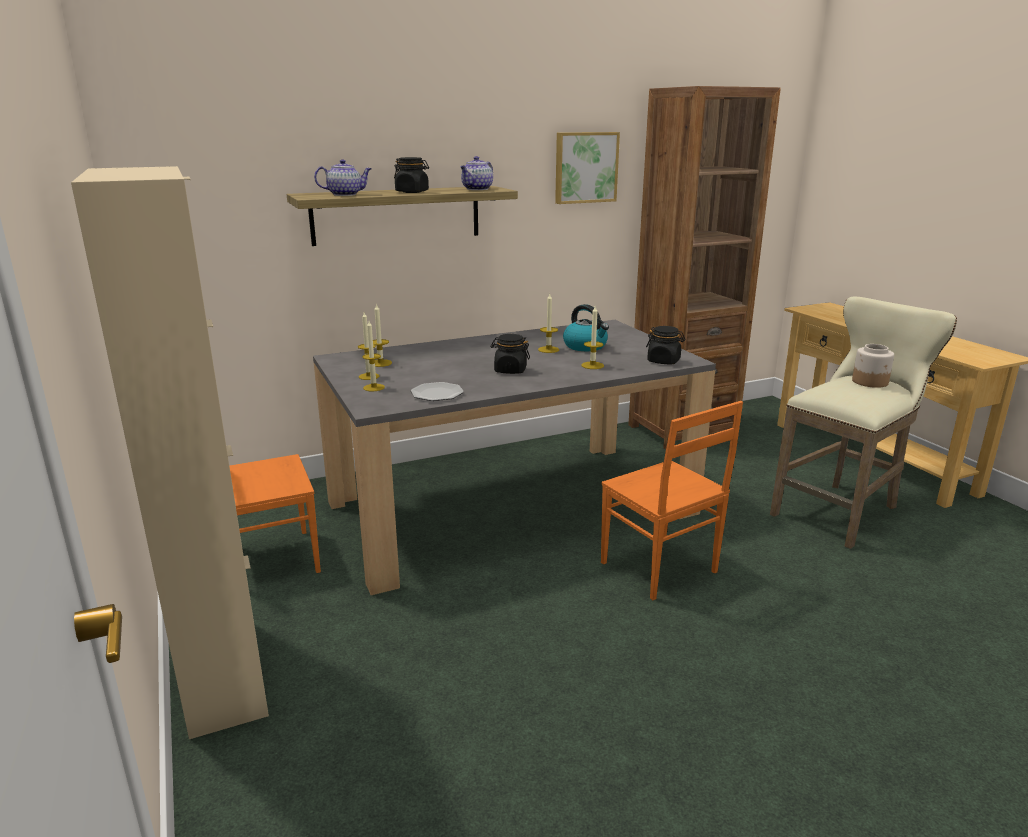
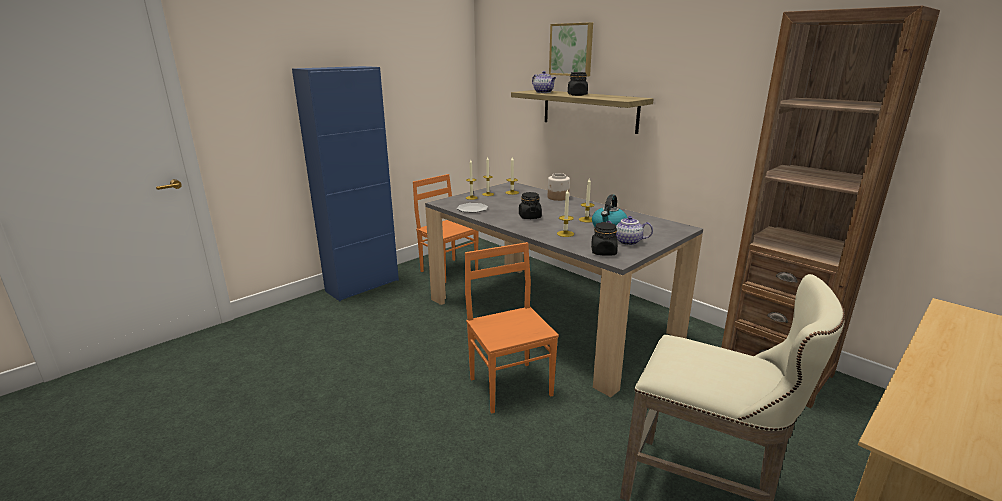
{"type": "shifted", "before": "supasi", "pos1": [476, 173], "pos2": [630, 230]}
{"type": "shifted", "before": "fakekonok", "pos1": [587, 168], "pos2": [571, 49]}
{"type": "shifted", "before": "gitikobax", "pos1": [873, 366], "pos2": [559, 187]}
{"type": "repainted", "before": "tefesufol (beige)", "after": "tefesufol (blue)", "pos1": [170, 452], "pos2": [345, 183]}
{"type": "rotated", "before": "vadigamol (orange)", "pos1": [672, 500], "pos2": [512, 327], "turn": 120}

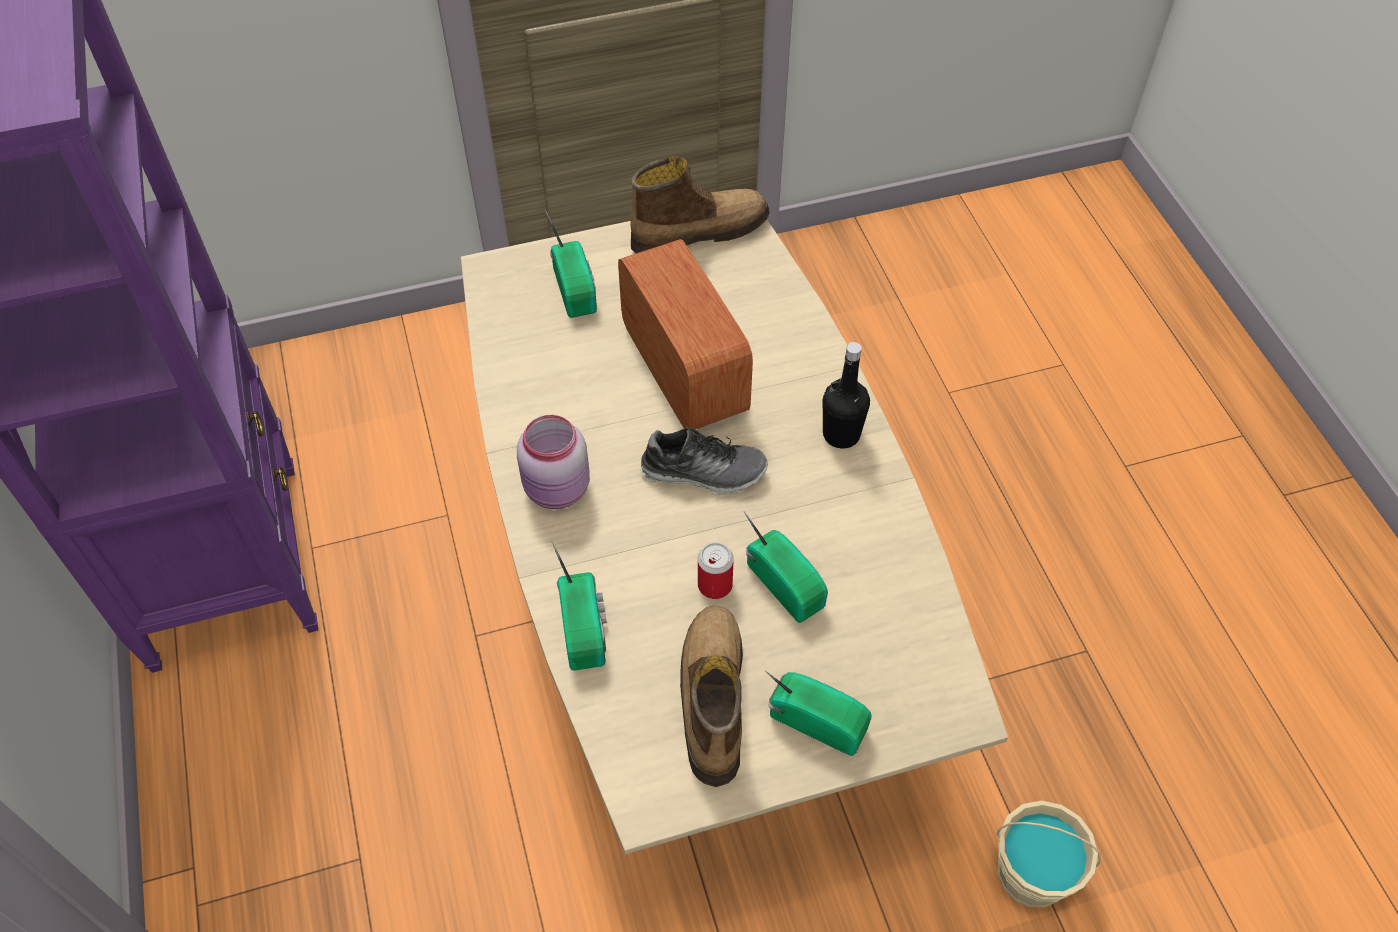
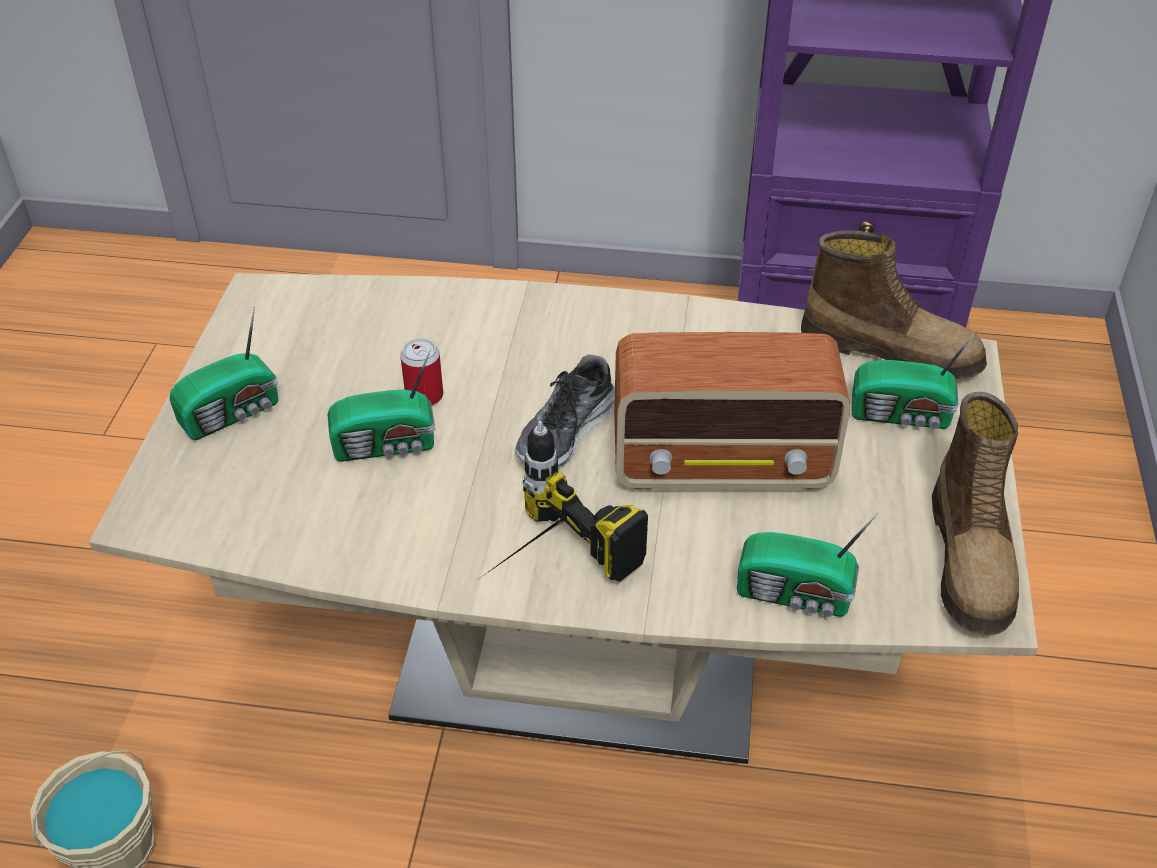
{"type": "gone", "before": "gitikobax (pink)", "pos1": [553, 462]}
{"type": "shifted", "before": "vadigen", "pos1": [579, 606], "pos2": [807, 565]}
{"type": "shifted", "before": "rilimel", "pos1": [711, 696], "pos2": [894, 304]}
{"type": "swapped", "before": "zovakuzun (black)", "after": "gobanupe", "pos1": [846, 395], "pos2": [565, 501]}

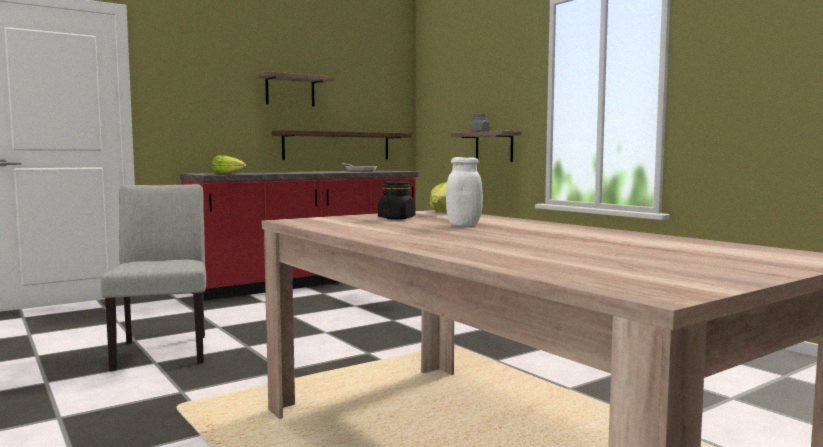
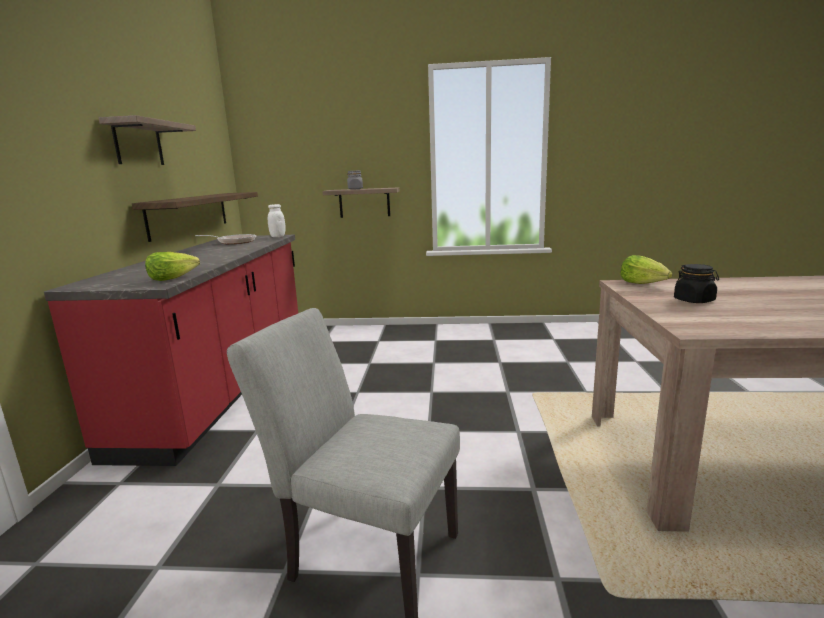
{"type": "shifted", "before": "gitikobax (white)", "pos1": [464, 191], "pos2": [277, 220]}

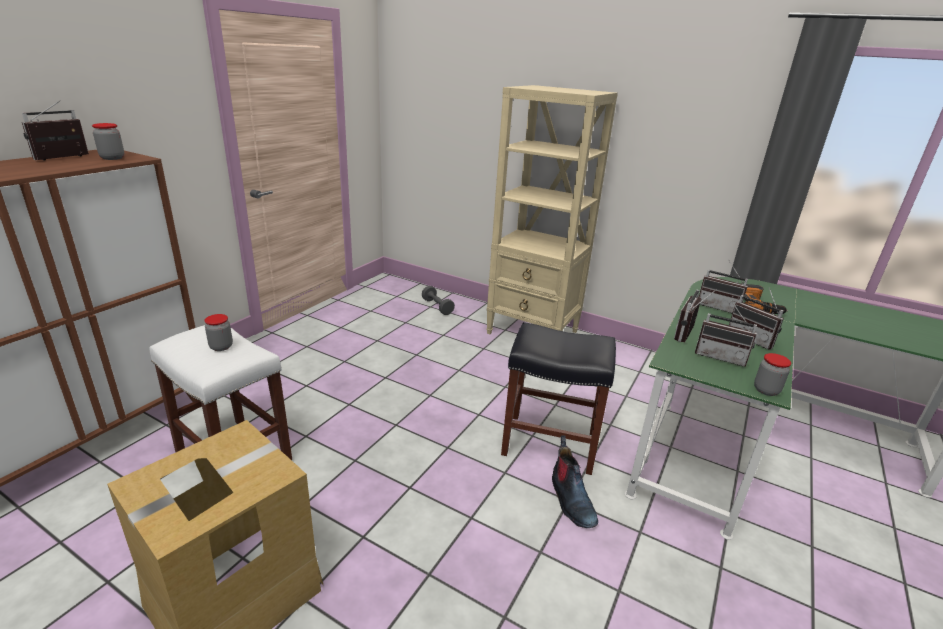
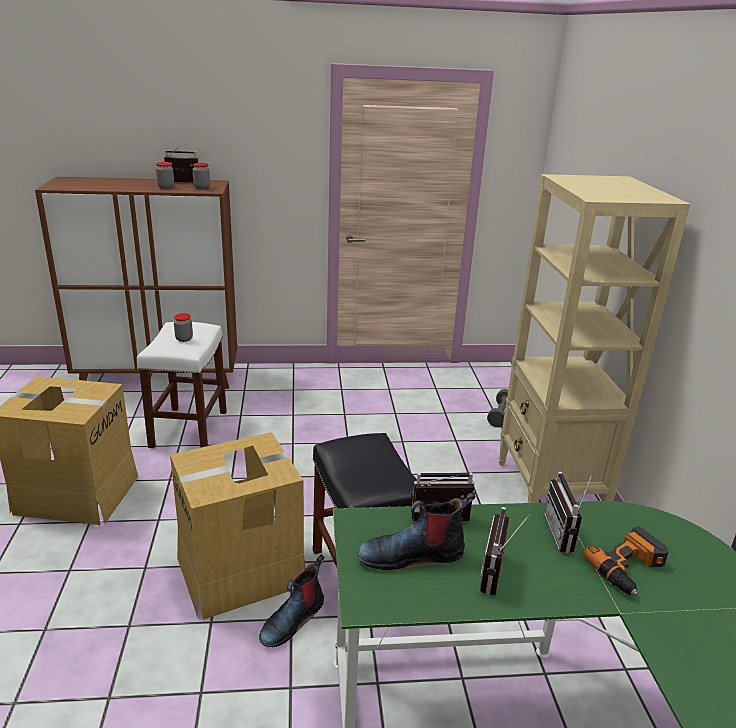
{"type": "new", "after": "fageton", "pos2": [238, 525]}
{"type": "shifted", "before": "gitikobax", "pos1": [772, 374], "pos2": [165, 175]}
{"type": "swapped", "before": "vadigen", "after": "rilimel", "pos1": [726, 333], "pos2": [416, 531]}

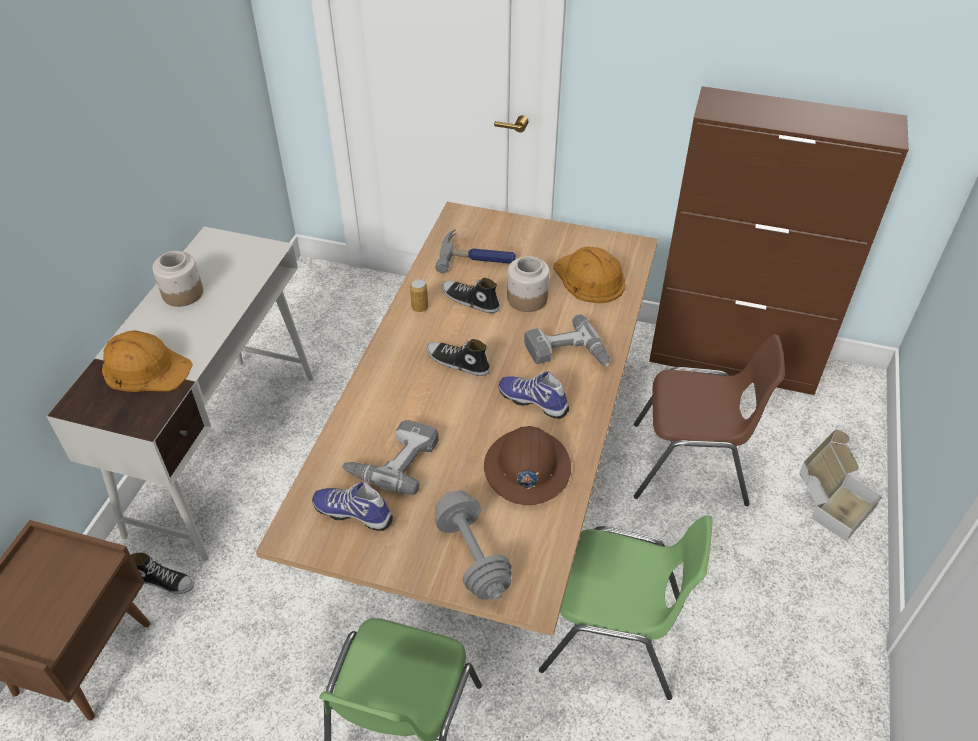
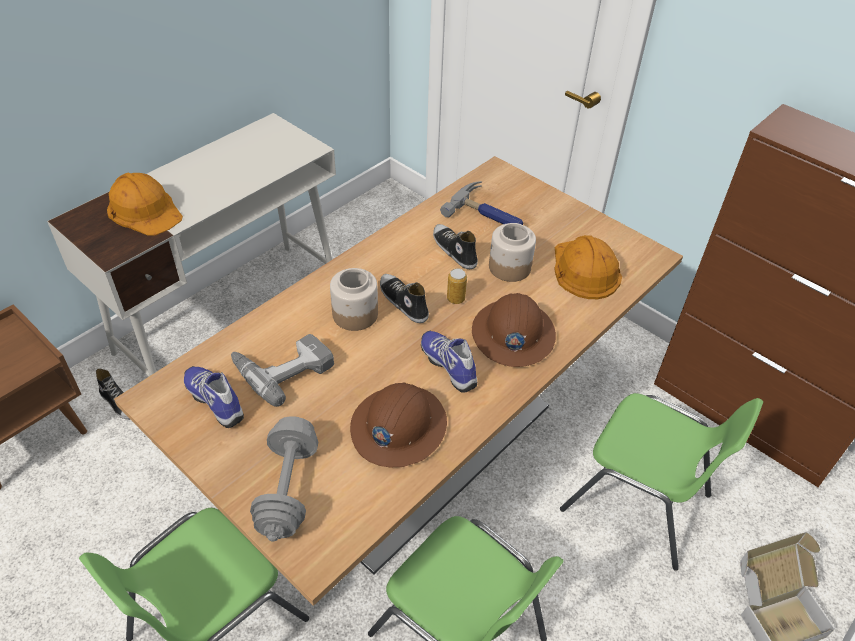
{"type": "shifted", "before": "gitikobax", "pos1": [177, 279], "pos2": [354, 299]}
{"type": "shifted", "before": "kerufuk", "pos1": [419, 295], "pos2": [457, 286]}
{"type": "swapped", "before": "gobanupe", "after": "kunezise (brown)", "pos1": [567, 340], "pos2": [514, 330]}
{"type": "repainted", "before": "vadigamol (brown)", "after": "vadigamol (green)", "pos1": [709, 420], "pos2": [661, 482]}

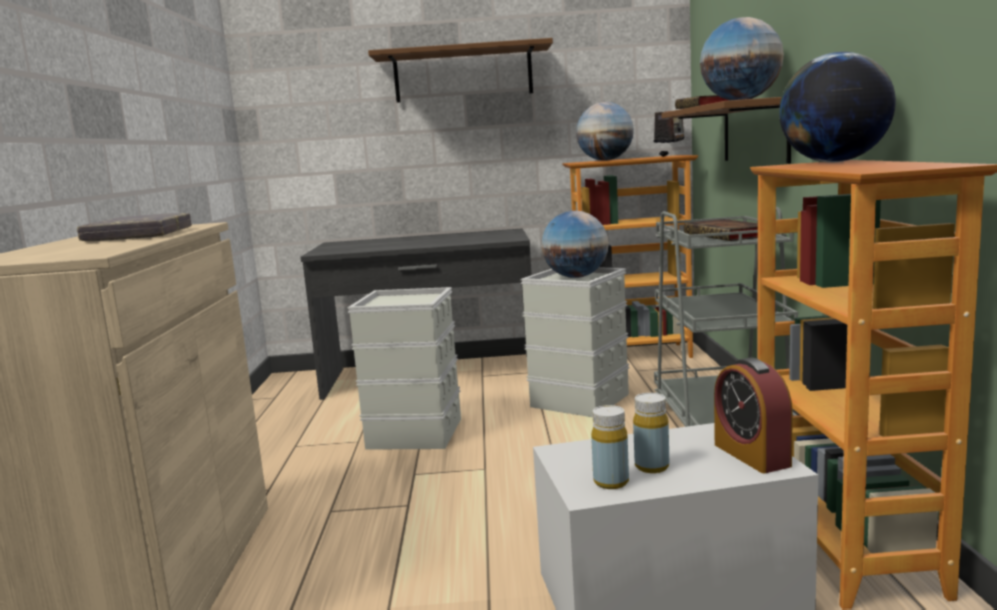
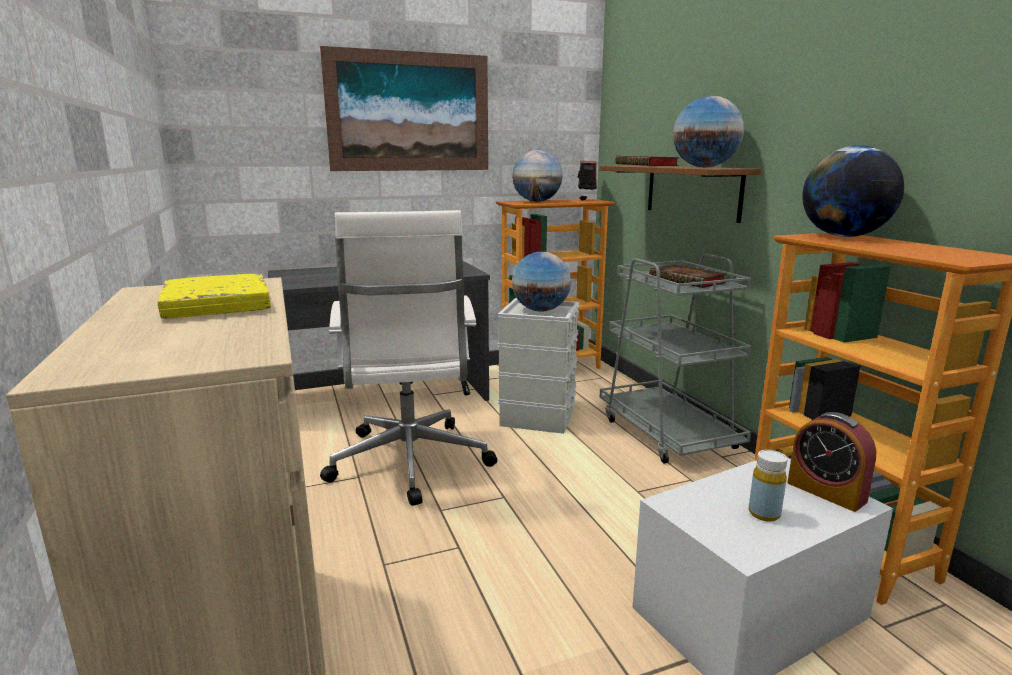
{"type": "gone", "before": "zovakuzun (yellow)", "pos1": [610, 447]}
{"type": "swapped", "before": "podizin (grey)", "after": "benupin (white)", "pos1": [404, 368], "pos2": [408, 358]}
{"type": "swapped", "before": "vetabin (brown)", "after": "fakekonok", "pos1": [460, 70], "pos2": [404, 108]}
{"type": "repainted", "before": "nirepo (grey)", "after": "nirepo (yellow)", "pos1": [134, 227], "pos2": [214, 296]}

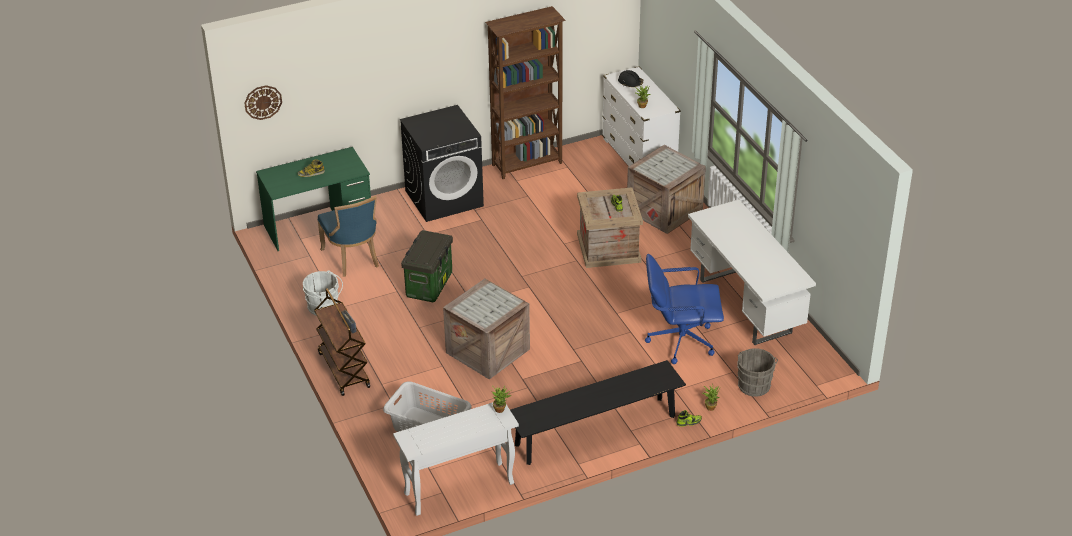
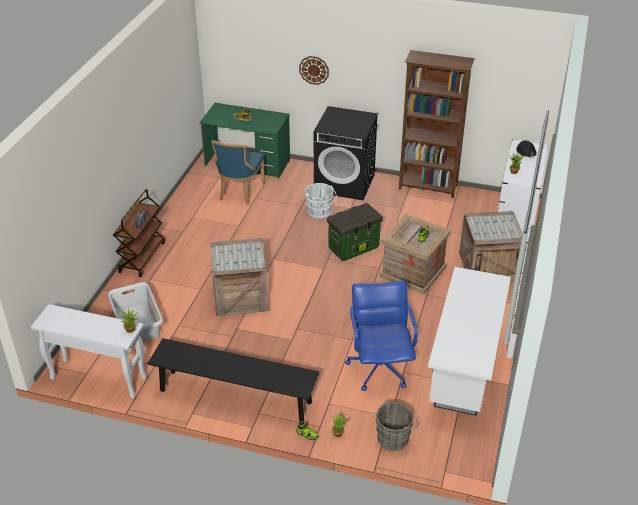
{"type": "shifted", "before": "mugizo", "pos1": [263, 102], "pos2": [314, 70]}
{"type": "shifted", "before": "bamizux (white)", "pos1": [323, 293], "pos2": [321, 201]}
{"type": "shifted", "before": "podizin", "pos1": [427, 266], "pos2": [355, 232]}
{"type": "rotated", "before": "benupin (blue)", "pos1": [684, 309], "pos2": [381, 336], "turn": 45}

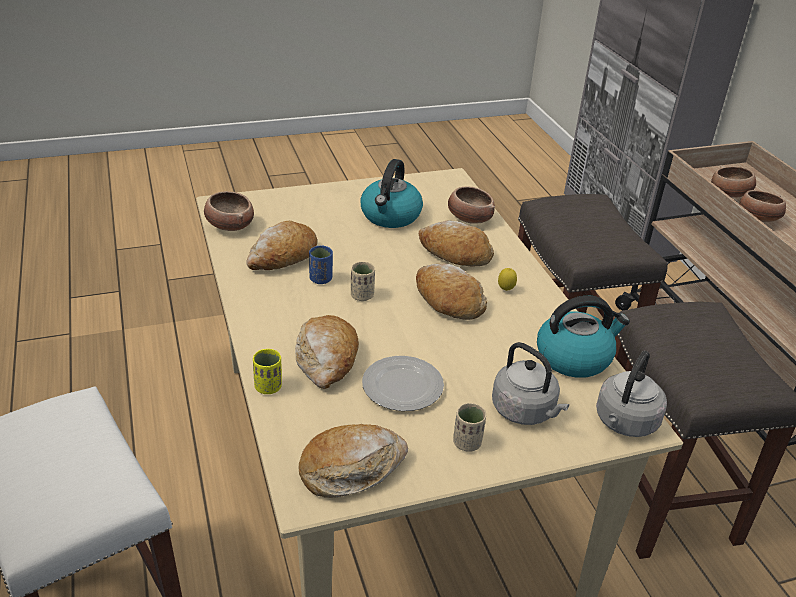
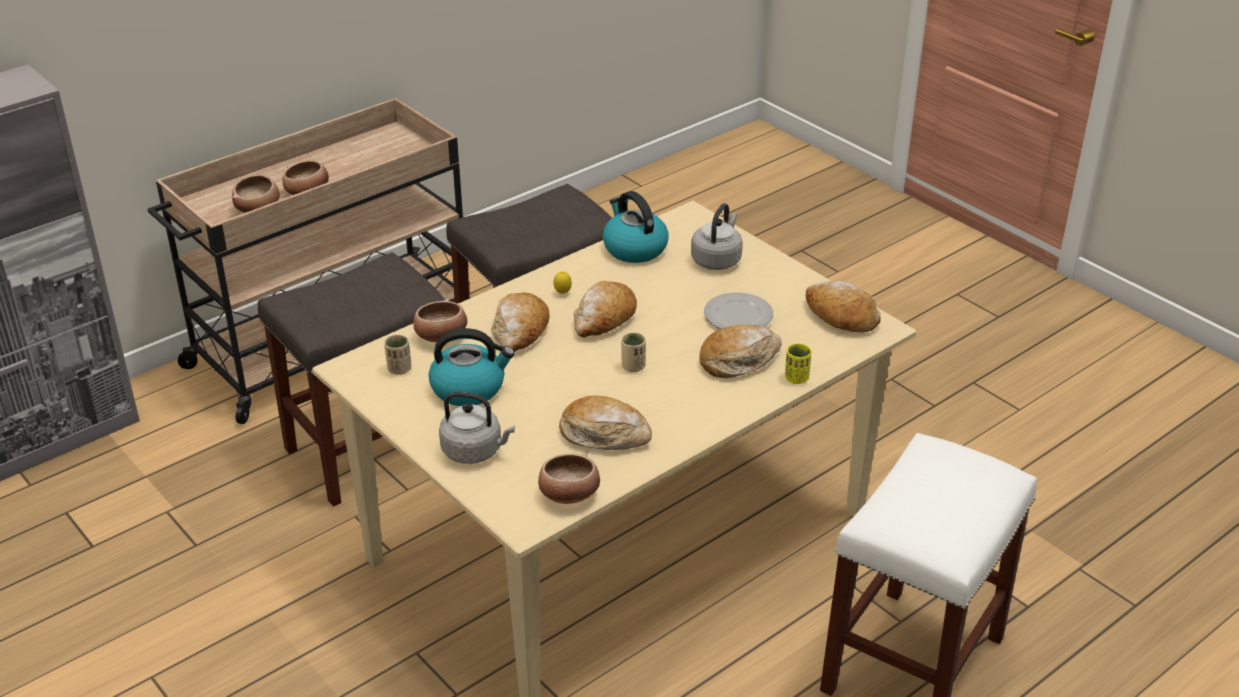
{"type": "gone", "before": "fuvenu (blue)", "pos1": [321, 265]}
{"type": "shifted", "before": "fuvenu (beige)", "pos1": [469, 427], "pos2": [398, 355]}
{"type": "shifted", "before": "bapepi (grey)", "pos1": [631, 394], "pos2": [477, 428]}

